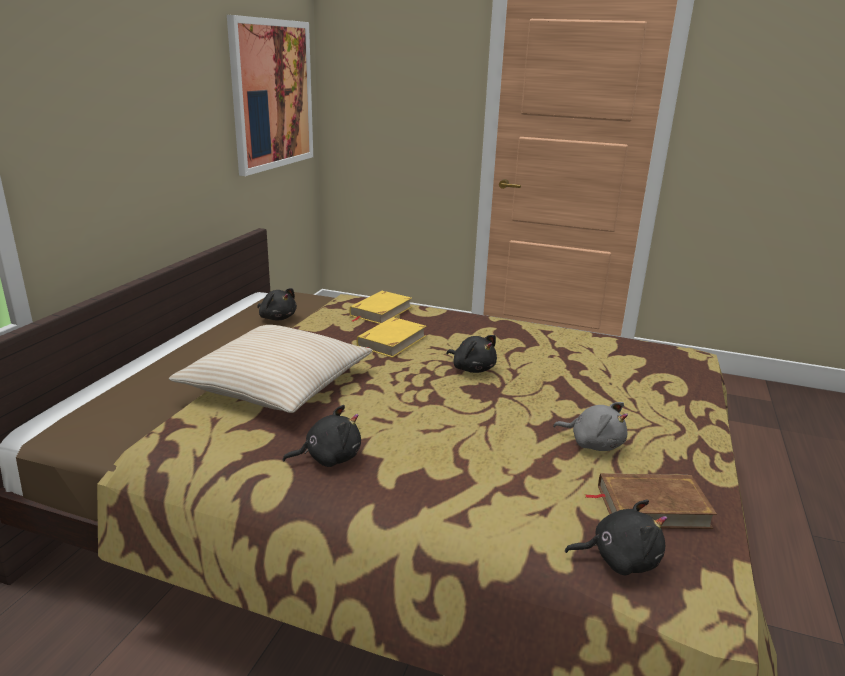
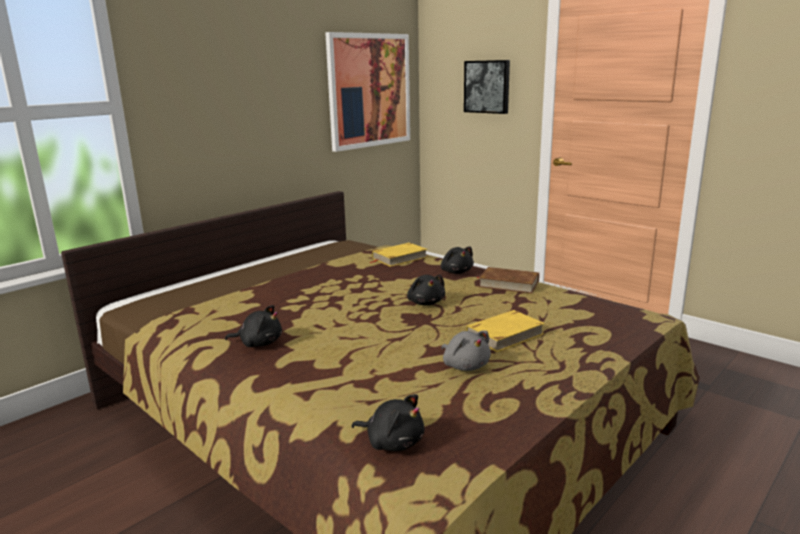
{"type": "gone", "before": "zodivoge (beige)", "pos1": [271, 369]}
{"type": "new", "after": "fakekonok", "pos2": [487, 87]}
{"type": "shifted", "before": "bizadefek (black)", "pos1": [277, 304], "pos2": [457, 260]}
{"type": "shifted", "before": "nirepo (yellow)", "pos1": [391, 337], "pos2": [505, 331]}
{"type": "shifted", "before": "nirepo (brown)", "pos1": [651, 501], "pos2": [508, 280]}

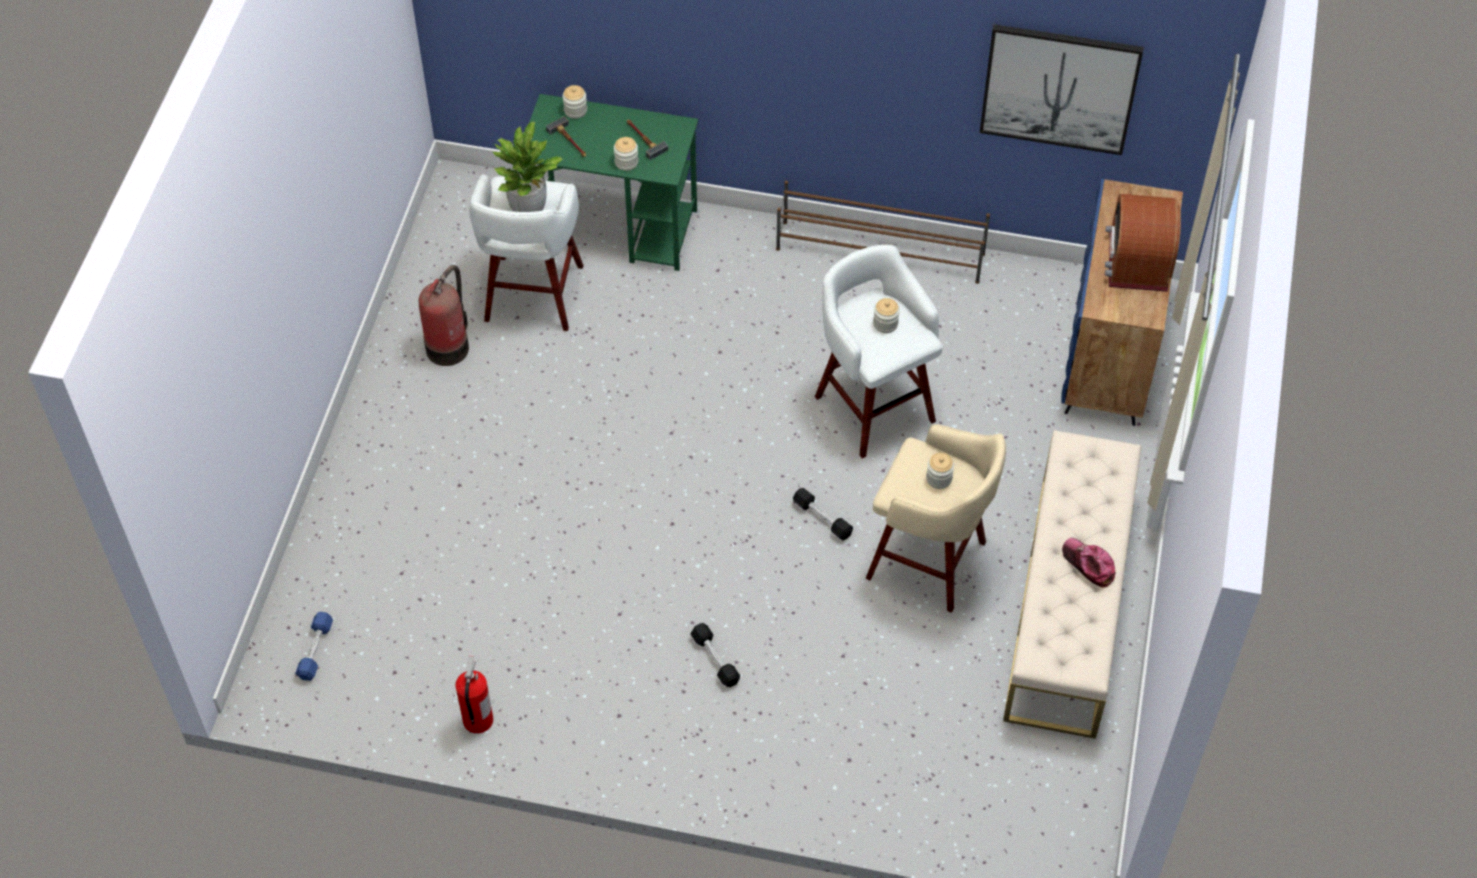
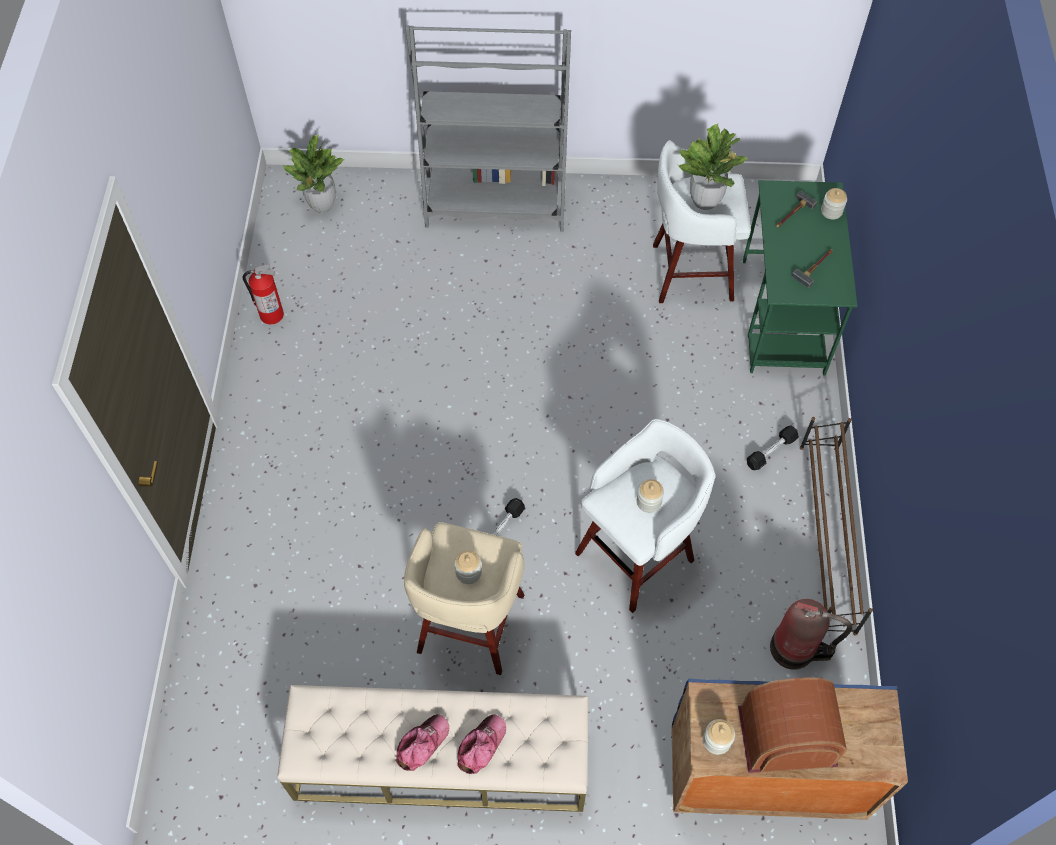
{"type": "gone", "before": "fakekonok", "pos1": [1061, 89]}
{"type": "new", "after": "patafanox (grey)", "pos2": [488, 128]}
{"type": "new", "after": "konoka", "pos2": [481, 744]}
{"type": "shifted", "before": "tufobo", "pos1": [444, 315], "pos2": [811, 634]}
{"type": "shifted", "before": "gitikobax", "pos1": [626, 154], "pos2": [719, 737]}
{"type": "shifted", "before": "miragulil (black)", "pos1": [715, 655], "pos2": [773, 447]}
{"type": "swapped", "before": "miragulil (blue)", "after": "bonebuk", "pos1": [314, 646], "pos2": [313, 174]}

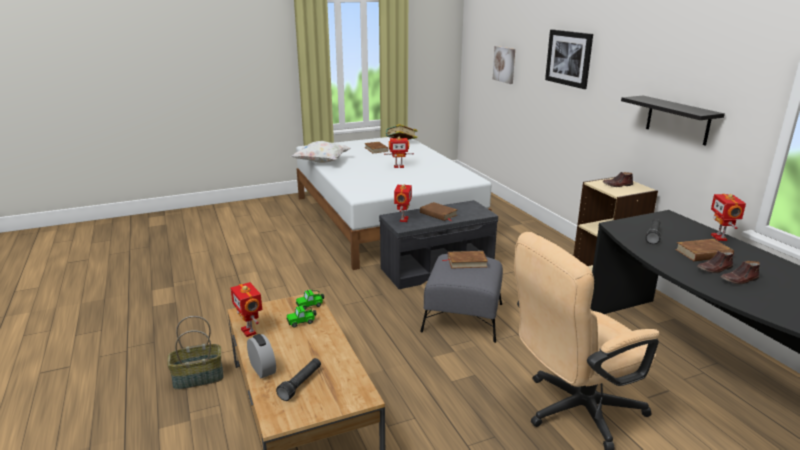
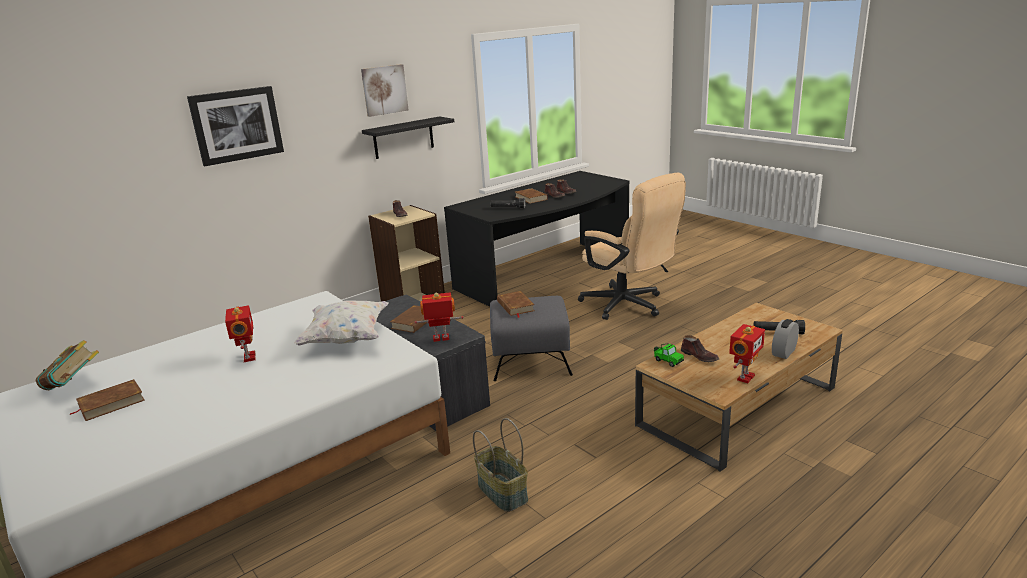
{"type": "gone", "before": "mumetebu", "pos1": [728, 217]}
{"type": "shifted", "before": "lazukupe", "pos1": [195, 353], "pos2": [500, 465]}
{"type": "shifted", "before": "zodivoge (white)", "pos1": [320, 152], "pos2": [341, 323]}
{"type": "shifted", "before": "fakekonok", "pos1": [504, 65], "pos2": [385, 90]}
{"type": "swapped", "before": "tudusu", "after": "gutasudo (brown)", "pos1": [301, 317], "pos2": [700, 348]}

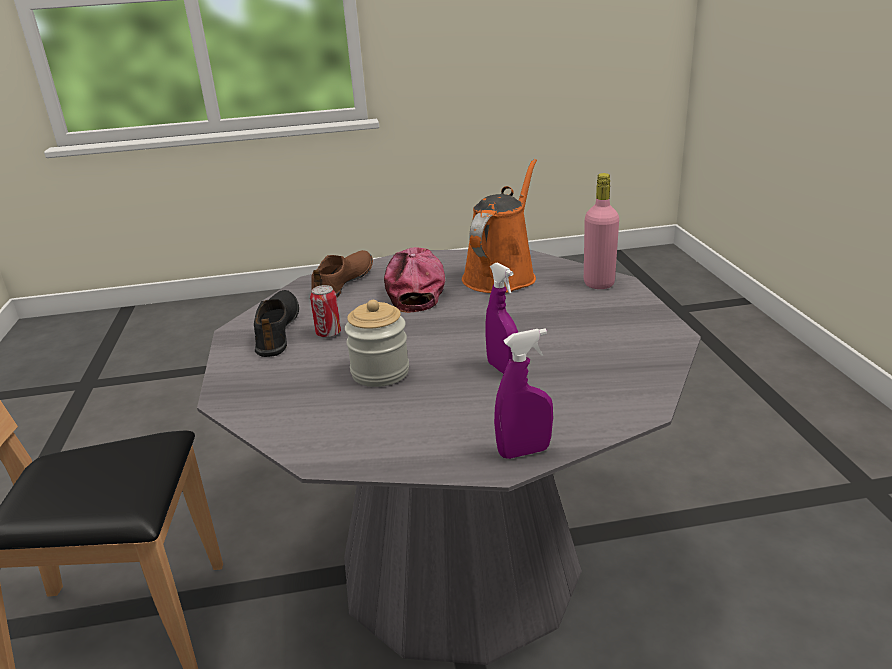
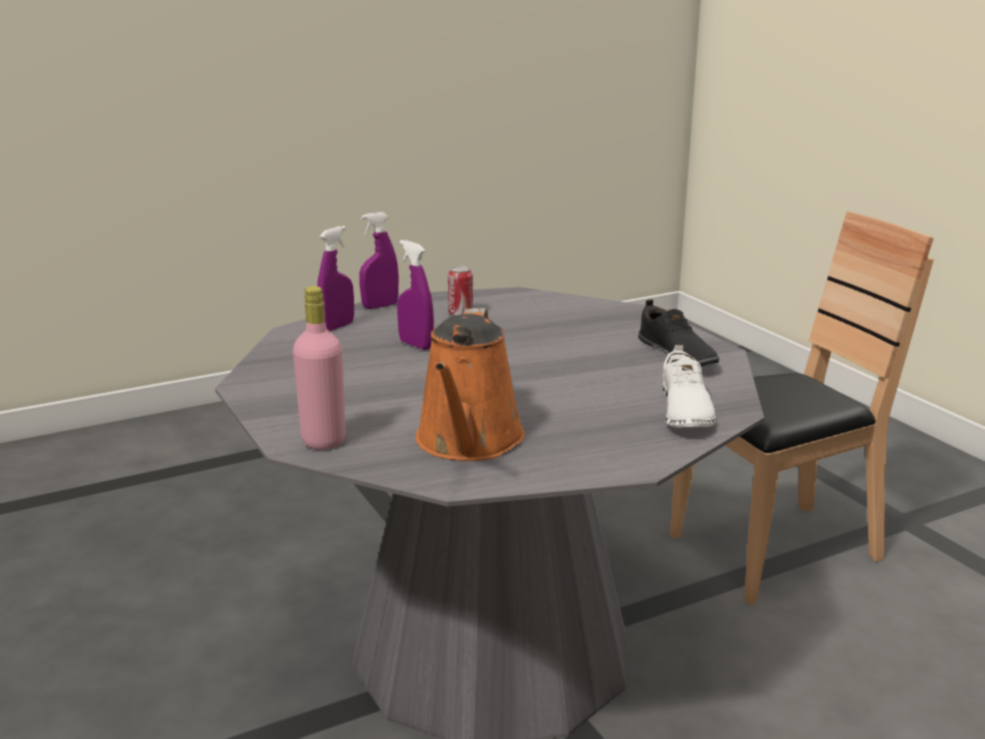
{"type": "gone", "before": "gitikobax", "pos1": [377, 343]}
{"type": "gone", "before": "konoka", "pos1": [414, 280]}
{"type": "new", "after": "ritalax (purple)", "pos2": [335, 278]}
{"type": "shifted", "before": "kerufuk", "pos1": [325, 311], "pos2": [460, 291]}
{"type": "repainted", "before": "gutasudo (brown)", "after": "gutasudo (white)", "pos1": [342, 274], "pos2": [689, 386]}

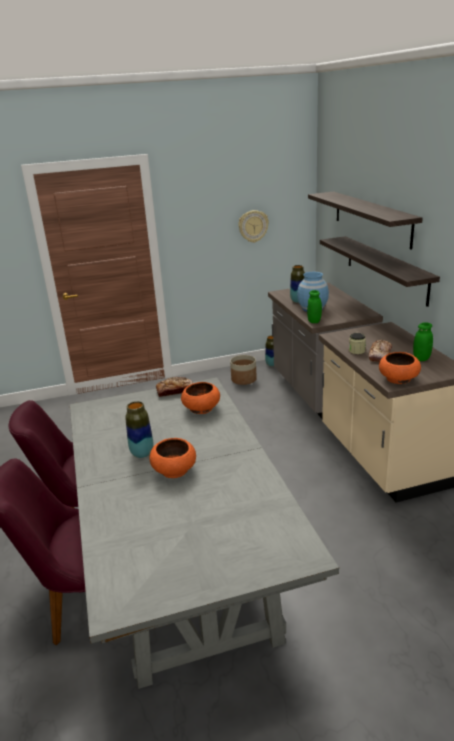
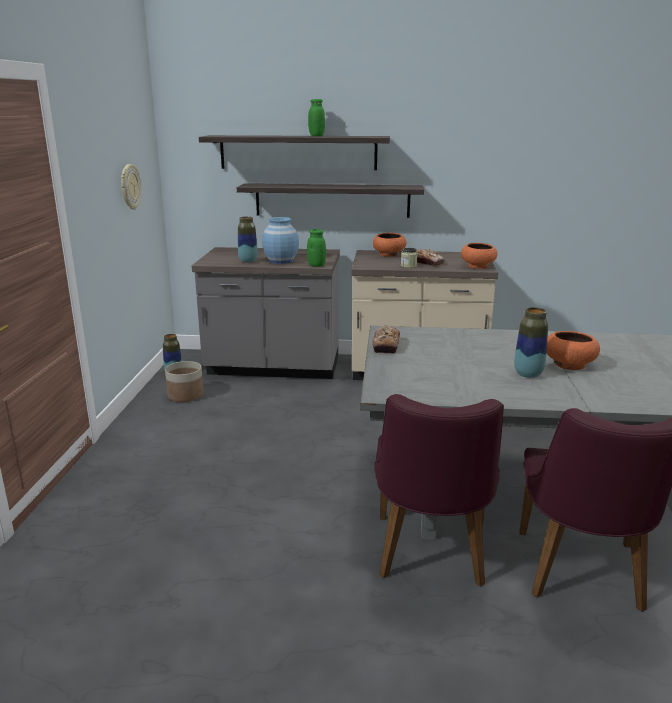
{"type": "shifted", "before": "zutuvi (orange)", "pos1": [200, 398], "pos2": [389, 245]}
{"type": "shifted", "before": "gitikobax (green)", "pos1": [423, 341], "pos2": [316, 117]}

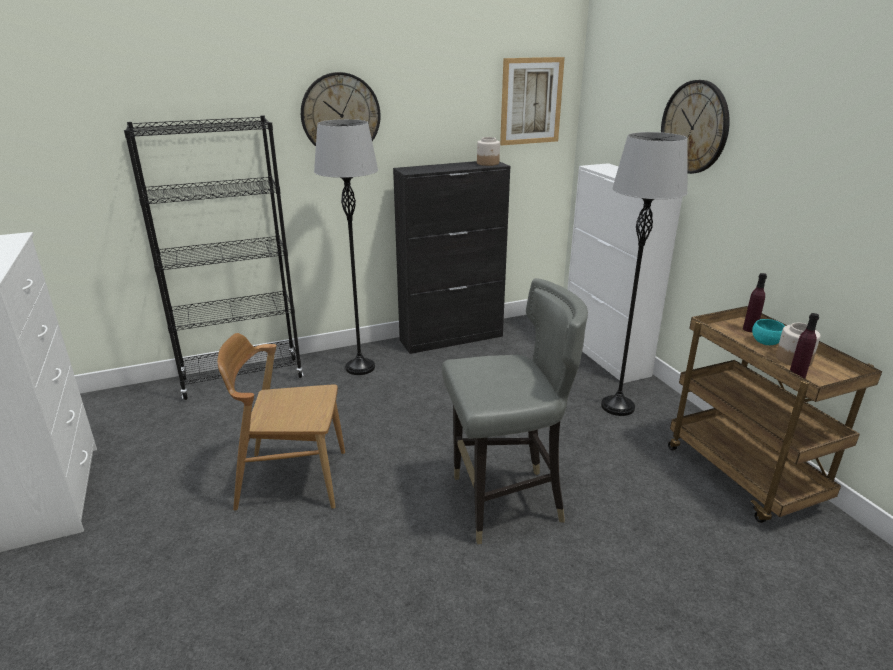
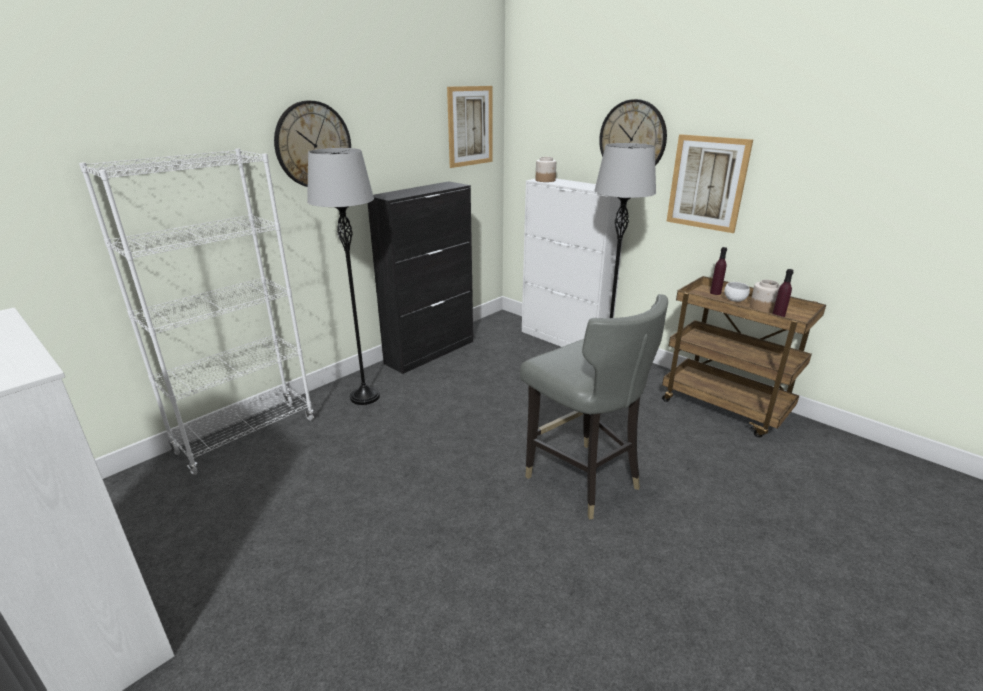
{"type": "gone", "before": "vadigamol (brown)", "pos1": [281, 422]}
{"type": "new", "after": "fakekonok", "pos2": [710, 183]}
{"type": "shifted", "before": "gitikobax", "pos1": [488, 151], "pos2": [546, 169]}
{"type": "repainted", "before": "patafanox (black)", "after": "patafanox (white)", "pos1": [213, 257], "pos2": [196, 312]}
{"type": "repainted", "before": "zutuvi (turquoise)", "after": "zutuvi (white)", "pos1": [768, 332], "pos2": [737, 292]}
{"type": "rotated", "before": "vadigamol (grey)", "pos1": [515, 411], "pos2": [594, 406], "turn": 90}

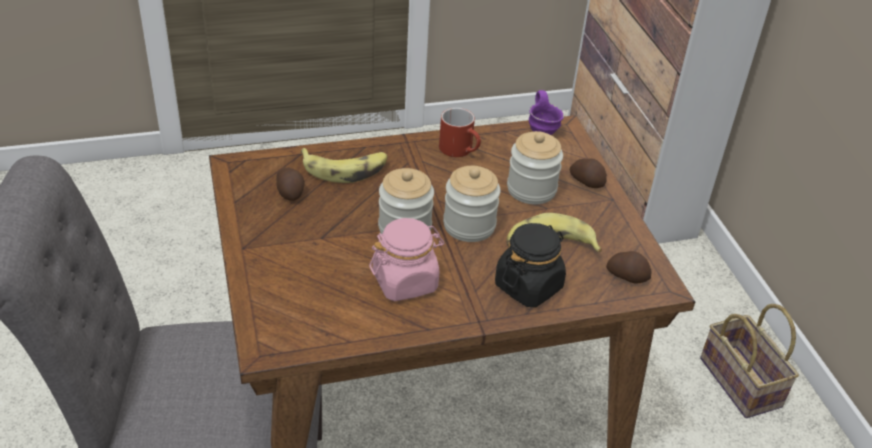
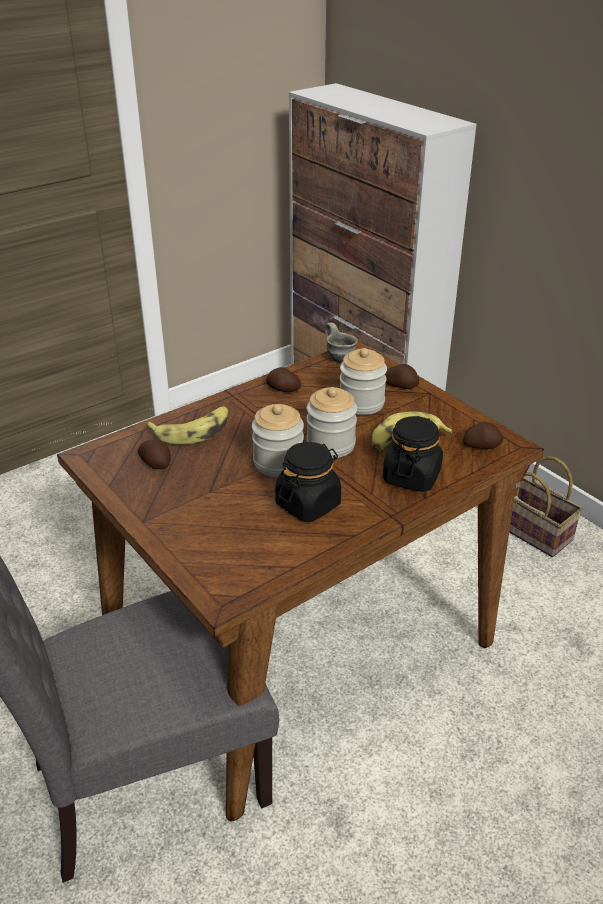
{"type": "swapped", "before": "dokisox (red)", "after": "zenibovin", "pos1": [460, 132], "pos2": [283, 379]}
{"type": "repainted", "before": "gitikobax (pink)", "after": "gitikobax (black)", "pos1": [406, 259], "pos2": [308, 482]}
{"type": "repainted", "before": "dokisox (purple)", "after": "dokisox (grey)", "pos1": [546, 112], "pos2": [341, 342]}

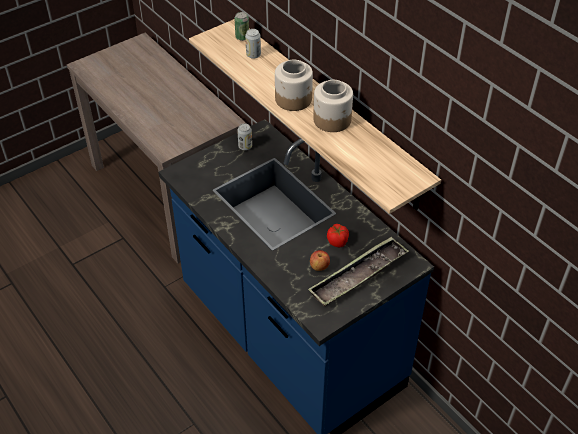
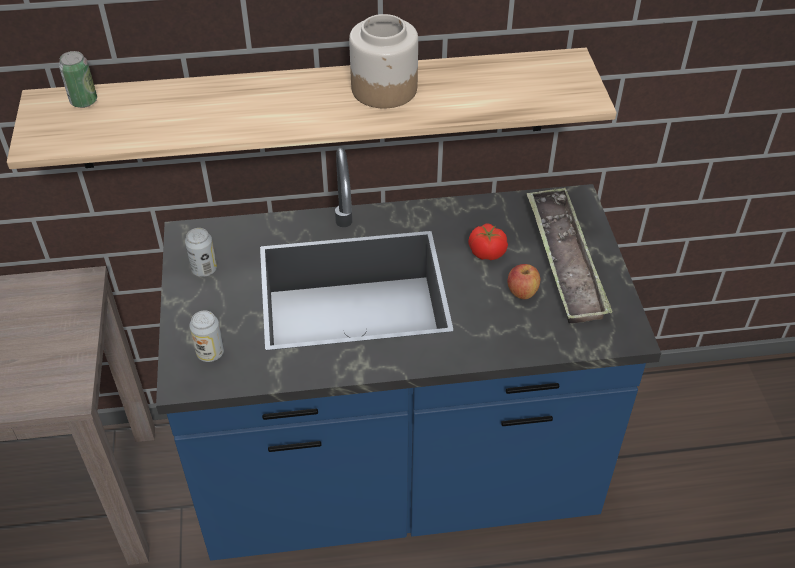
{"type": "gone", "before": "gitikobax", "pos1": [294, 85]}
{"type": "shifted", "before": "kerufuk", "pos1": [253, 44], "pos2": [207, 336]}

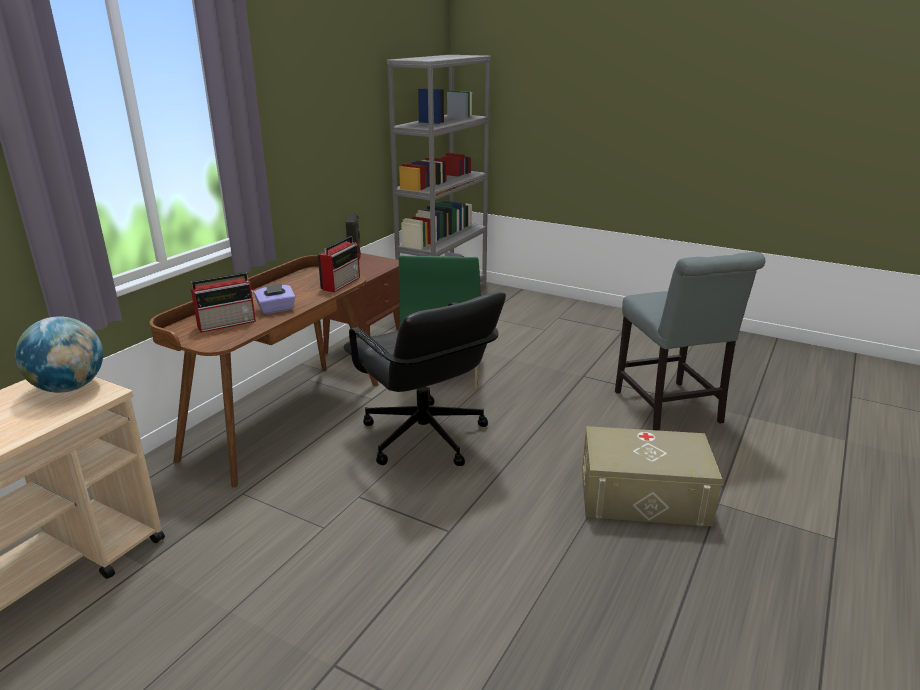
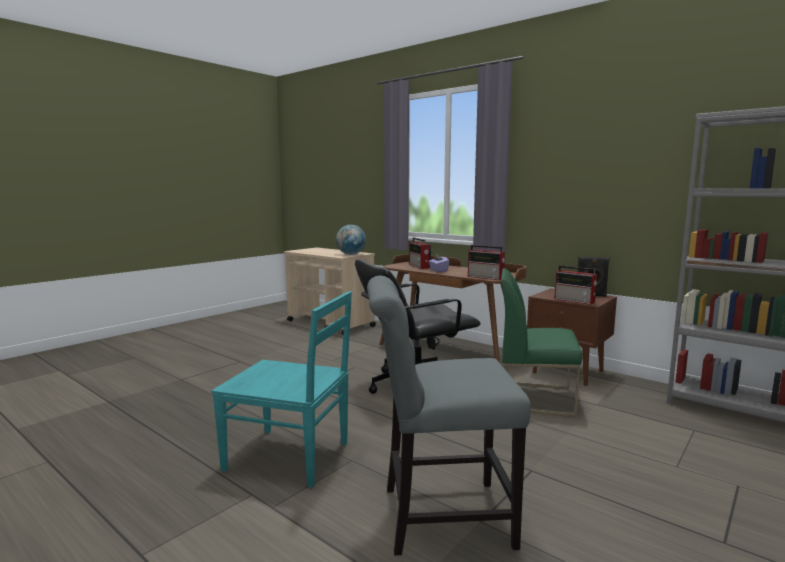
{"type": "new", "after": "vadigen", "pos2": [575, 285]}
{"type": "swapped", "before": "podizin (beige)", "after": "vadigamol (turquoise)", "pos1": [652, 476], "pos2": [281, 389]}

